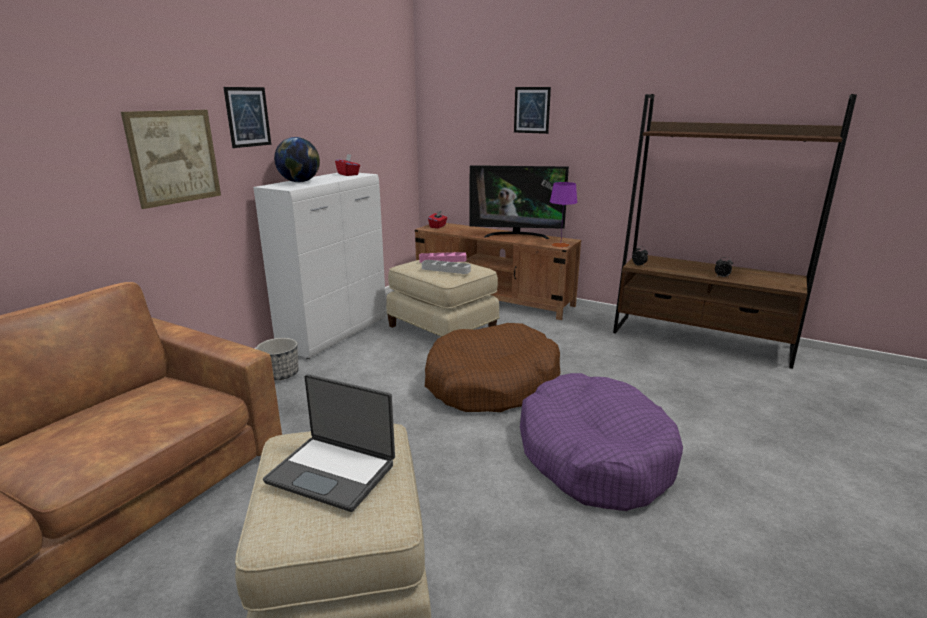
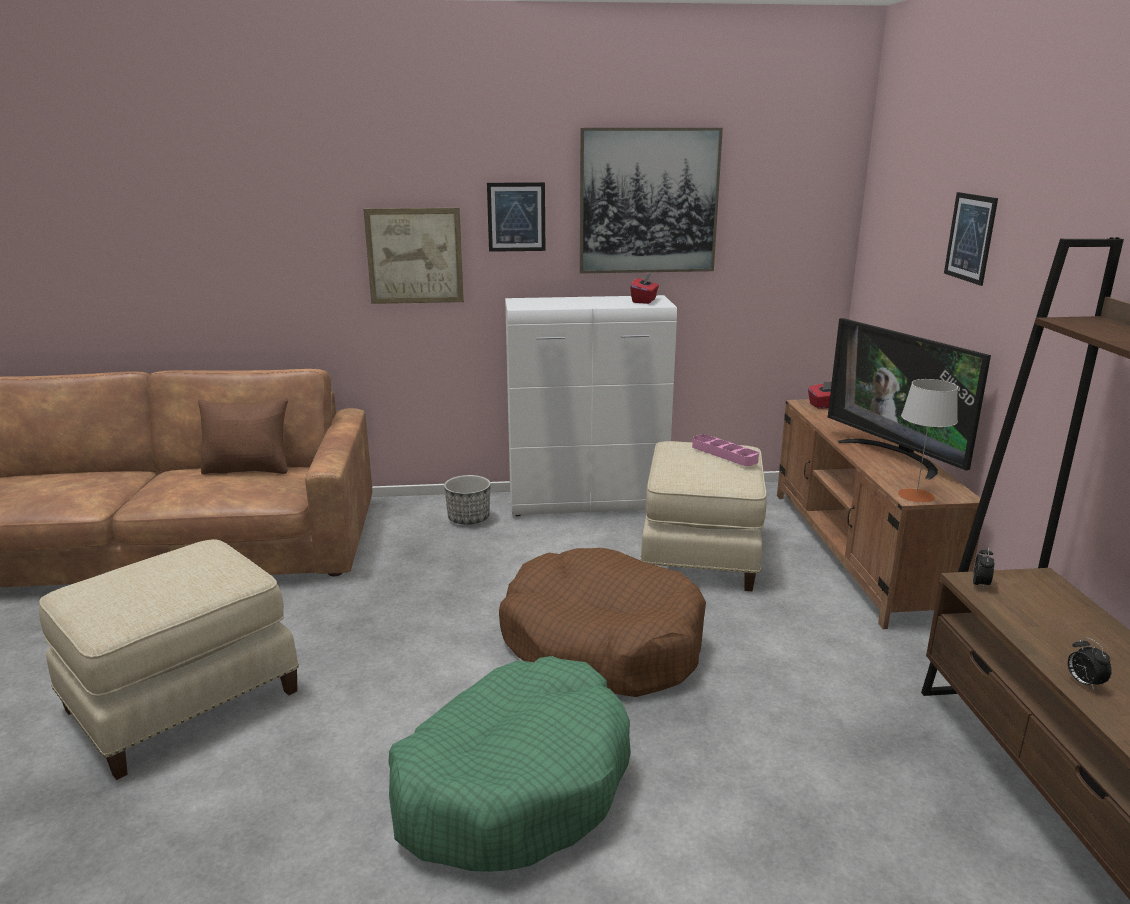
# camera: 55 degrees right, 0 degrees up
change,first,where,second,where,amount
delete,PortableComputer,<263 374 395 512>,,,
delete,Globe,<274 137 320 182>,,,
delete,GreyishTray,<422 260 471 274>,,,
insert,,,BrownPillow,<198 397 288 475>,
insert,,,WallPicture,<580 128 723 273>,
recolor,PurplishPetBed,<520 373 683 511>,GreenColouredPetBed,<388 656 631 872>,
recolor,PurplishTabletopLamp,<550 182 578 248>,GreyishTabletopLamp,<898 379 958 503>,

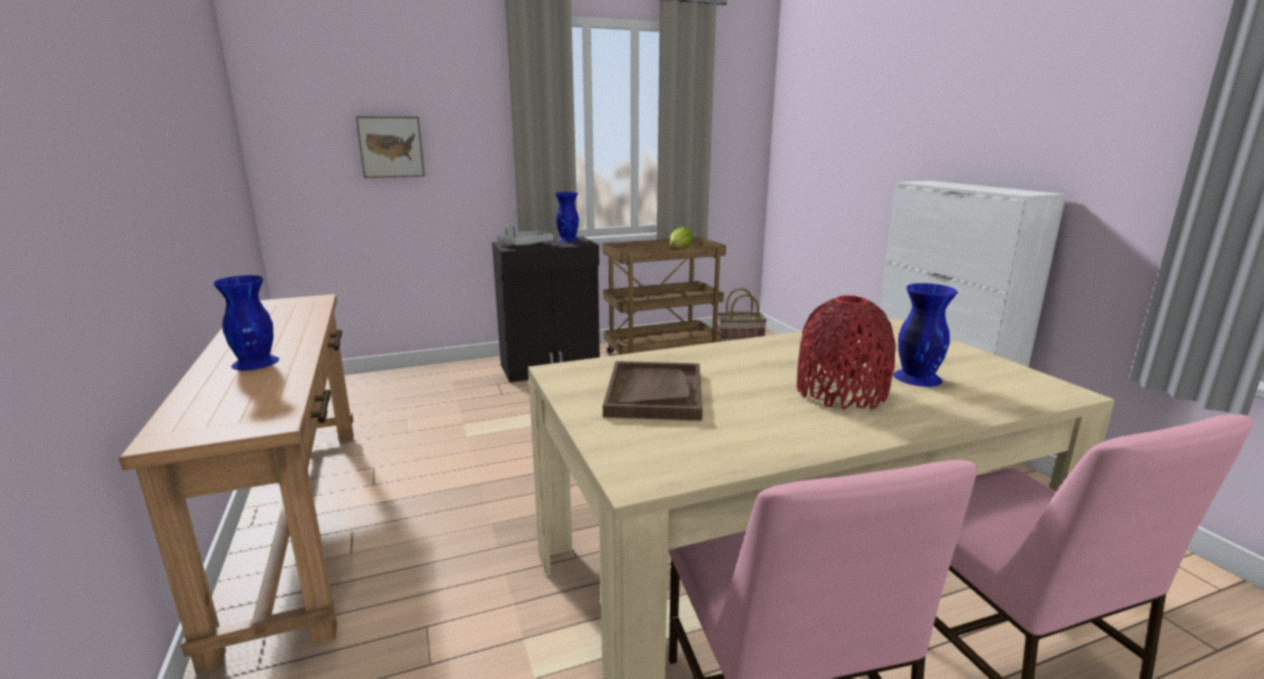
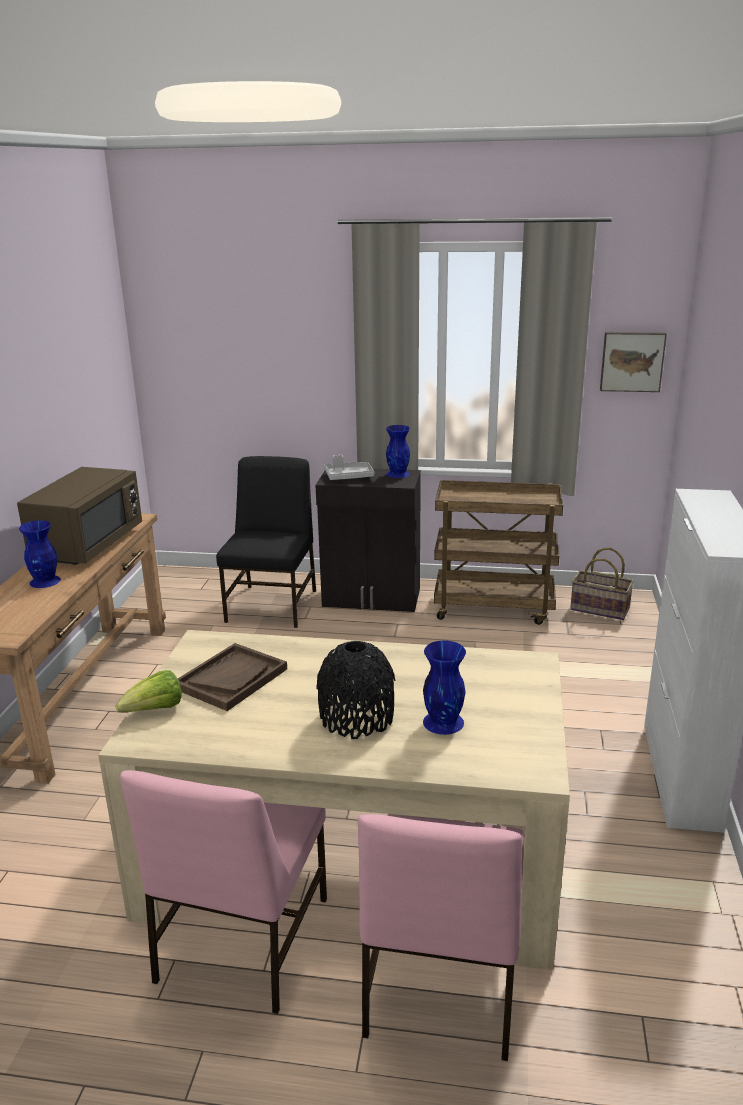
# camera: 30 degrees right, 5 degrees up
change,first,where,second,where,amount
insert,,,BrownMicrowaveOven,<17 467 142 565>,
insert,,,BlackUprightChair,<216 456 316 628>,
move,WallPicture,<356 117 425 178>,,<600 332 667 392>,
move,HeadOfLettuce,<670 227 693 248>,,<116 670 182 712>,
recolor,RedVase,<797 295 896 410>,BlackVase,<316 641 395 739>,

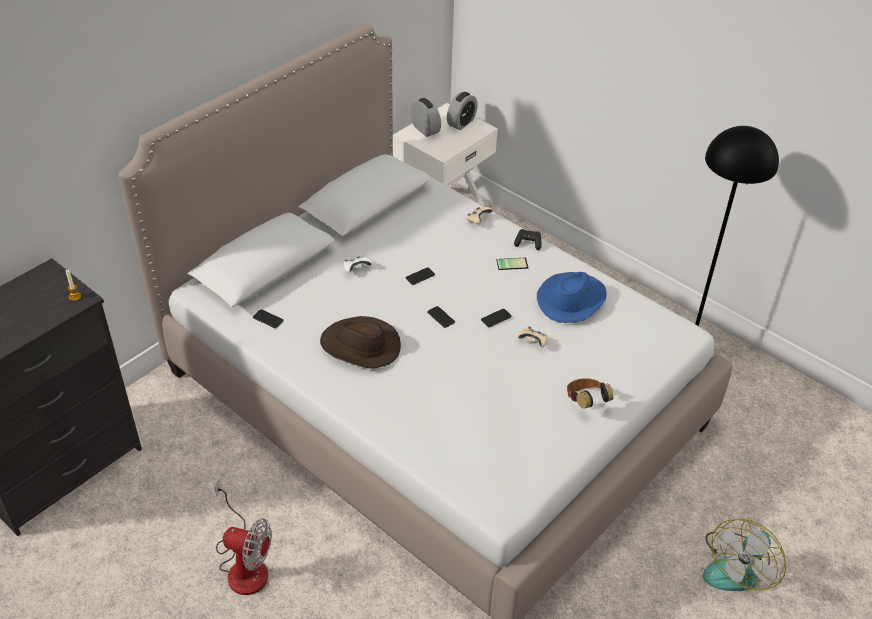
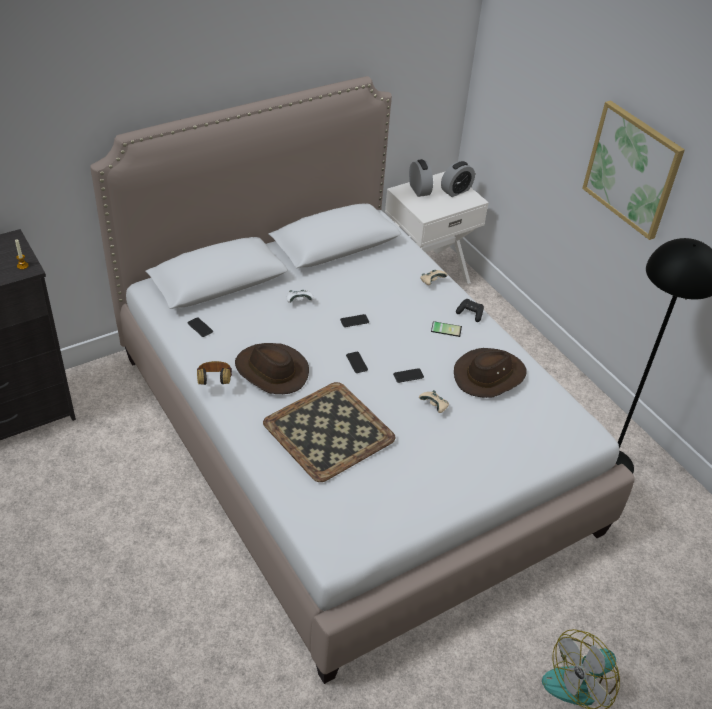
# camera: 15 degrees right, 0 degrees up
change,first,where,second,where,amount
delete,ElectricFan,<215 480 272 595>,,,
insert,,,Tray,<263 382 396 482>,
insert,,,WallPicture,<582 100 685 240>,
move,Headset,<567 378 613 409>,,<197 361 232 385>,
recolor,BluishWearableHat,<537 272 607 323>,BrownWearableHat,<454 348 527 398>,

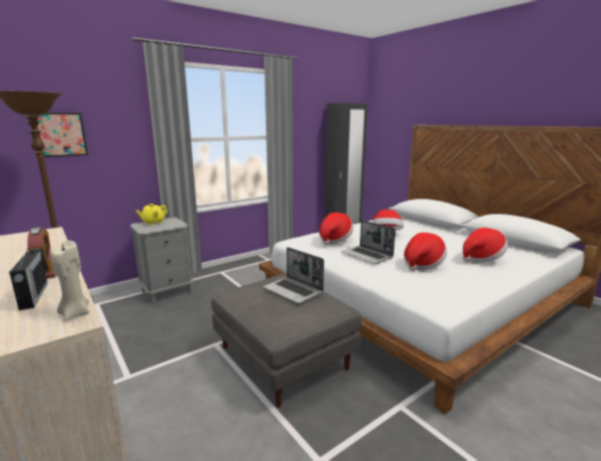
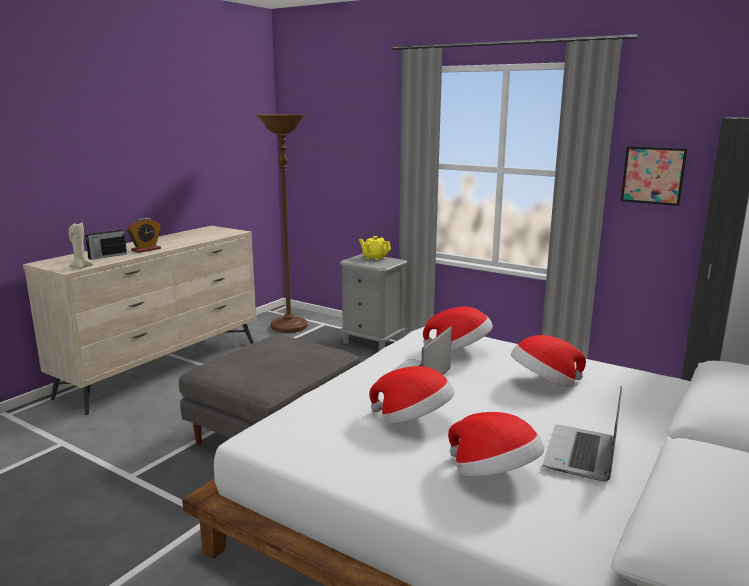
# camera: 70 degrees right, 0 degrees up
change,first,where,second,where,amount
move,WallPicture,<37 113 88 157>,,<621 146 687 206>,
move,PortableComputer,<263 247 324 304>,,<543 386 622 481>,

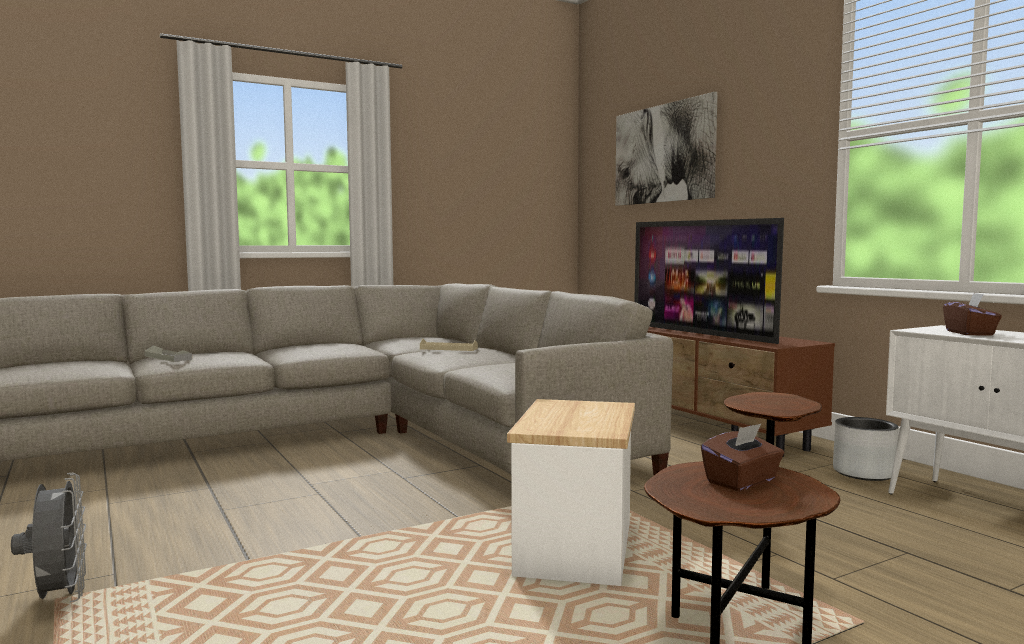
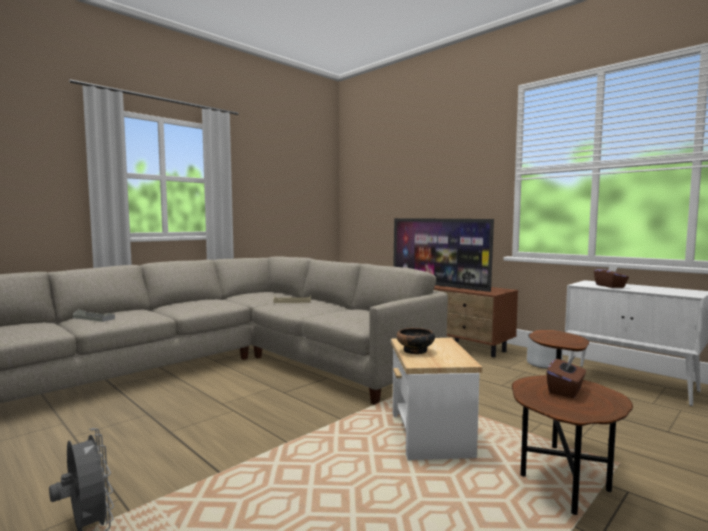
# camera: 15 degrees left, 0 degrees up
change,first,where,second,where,amount
delete,WallPicture,<615 92 718 206>,,,
insert,,,Bowl,<397 328 435 354>,

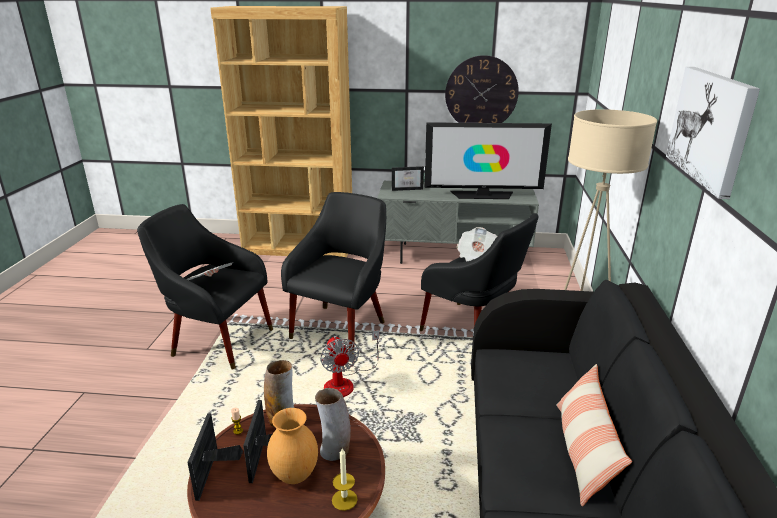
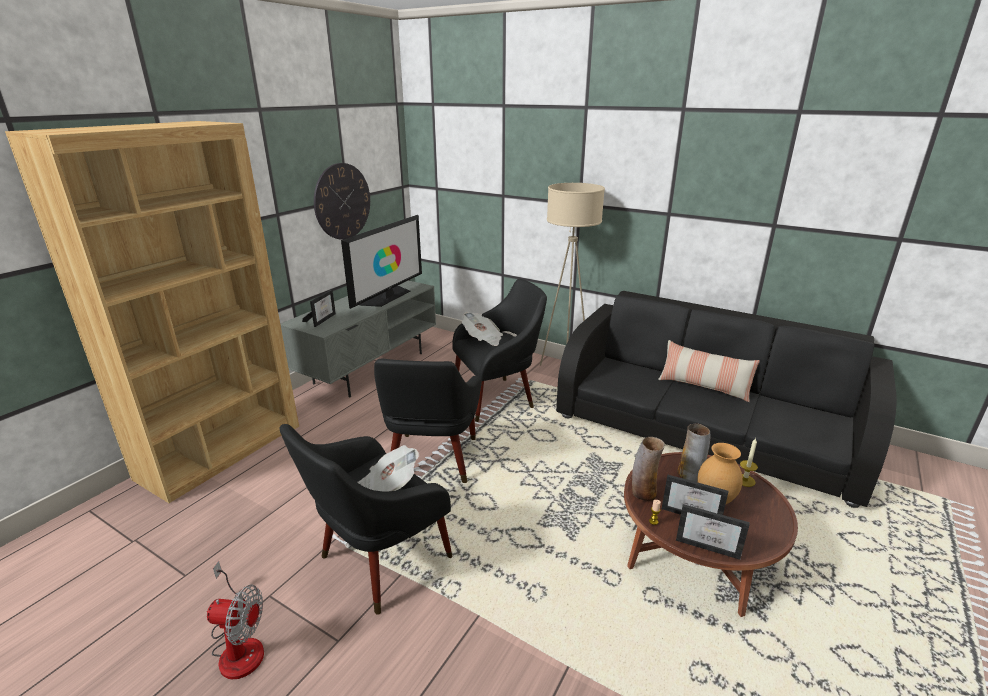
# camera: 65 degrees left, 0 degrees up
change,first,where,second,where,amount
delete,WallPicture,<666 67 760 199>,,,
move,ElectricFan,<320 330 379 397>,,<207 561 264 679>,
rotate,BlackArmchair,<281 192 386 354>,,<374 358 482 483>,135 degrees counterclockwise

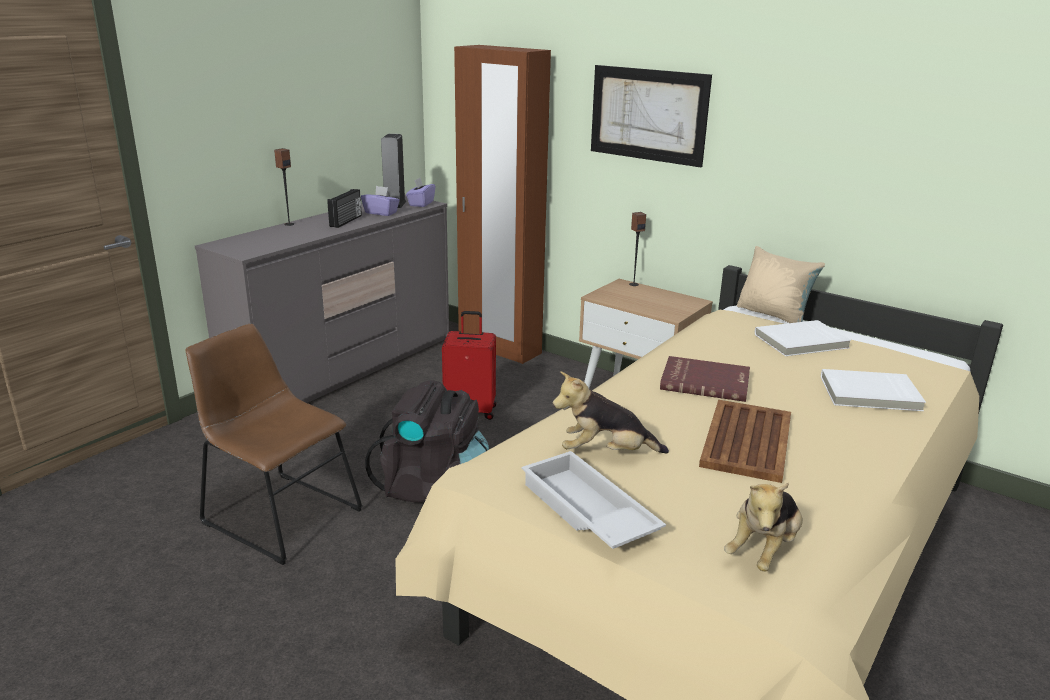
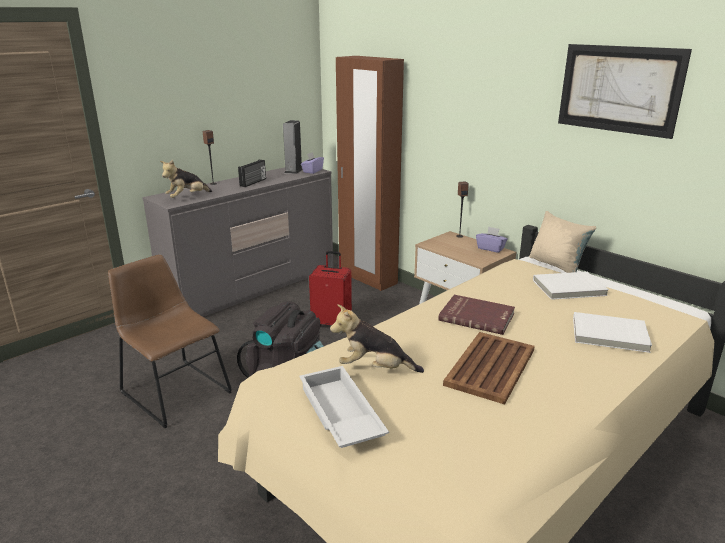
# camera: 10 degrees right, 0 degrees up
change,first,where,second,where,amount
move,PurplishTissueHolder,<361 186 400 216>,,<476 226 508 253>,
move,WallPicture,<591 65 712 167>,,<558 44 692 139>,
move,SoftToy,<724 483 803 572>,,<160 160 212 198>,

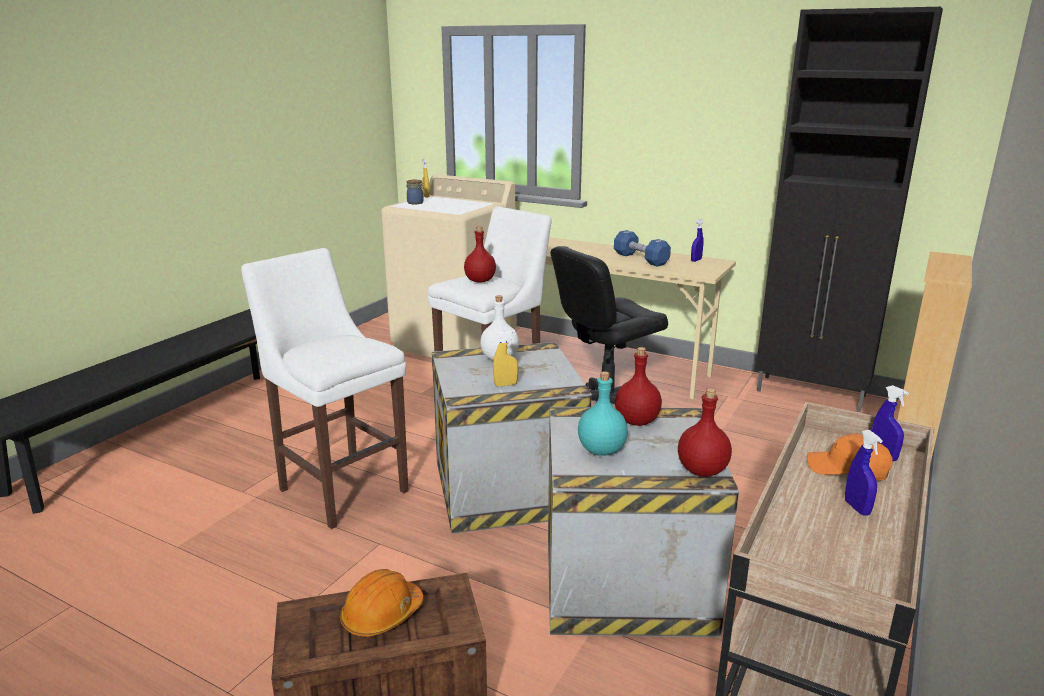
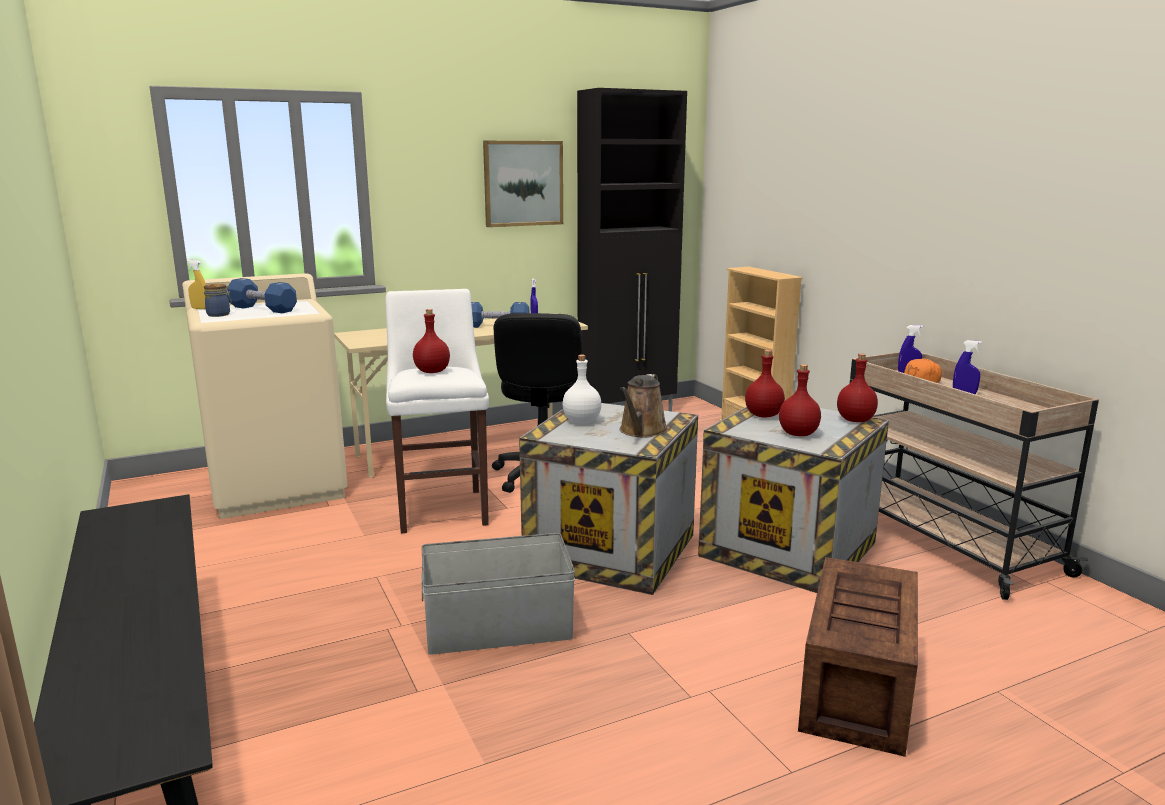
# camera: 55 degrees left, 5 degrees down
change,first,where,second,where,amount
delete,OrangeColouredSafetyHelmet,<340 569 424 638>,,,
insert,,,BluishHandWeight,<227 278 297 313>,
insert,,,WallPicture,<483 141 563 227>,
replace,WhitishSittingStool,<241 248 408 529>,GreyishStorageBin,<421 533 575 655>,
replace,YellowishHandSprayer,<493 330 519 386>,BrownWateringCan,<619 374 668 437>,
recolor,BlueGreenDrinkBottle,<578 371 628 456>,RedDrinkBottle,<779 364 821 436>,

